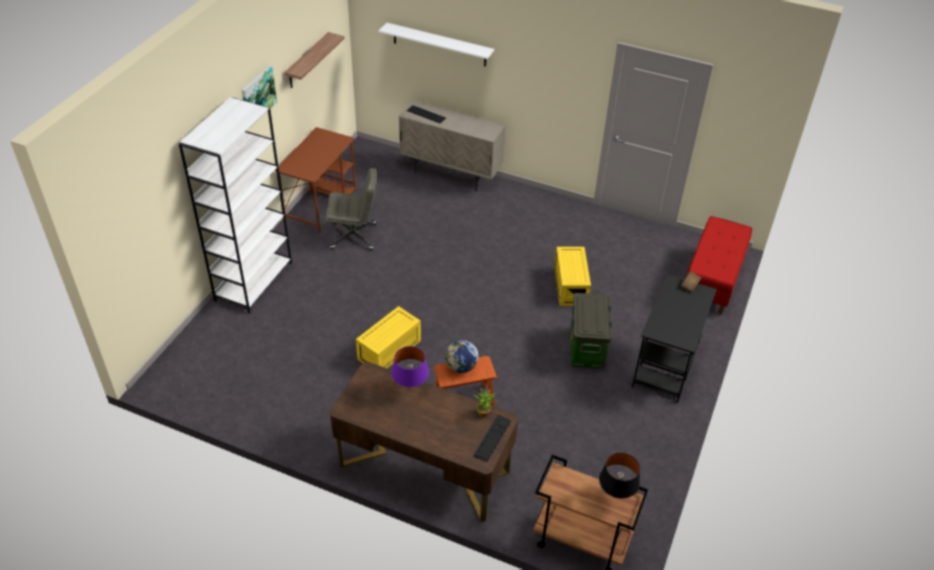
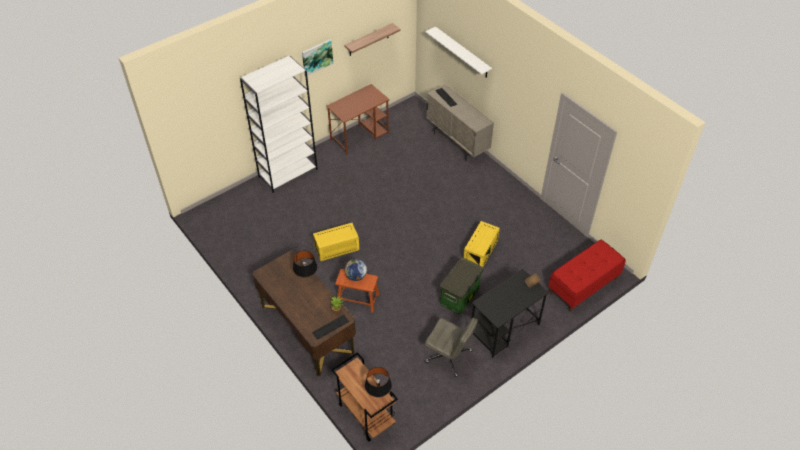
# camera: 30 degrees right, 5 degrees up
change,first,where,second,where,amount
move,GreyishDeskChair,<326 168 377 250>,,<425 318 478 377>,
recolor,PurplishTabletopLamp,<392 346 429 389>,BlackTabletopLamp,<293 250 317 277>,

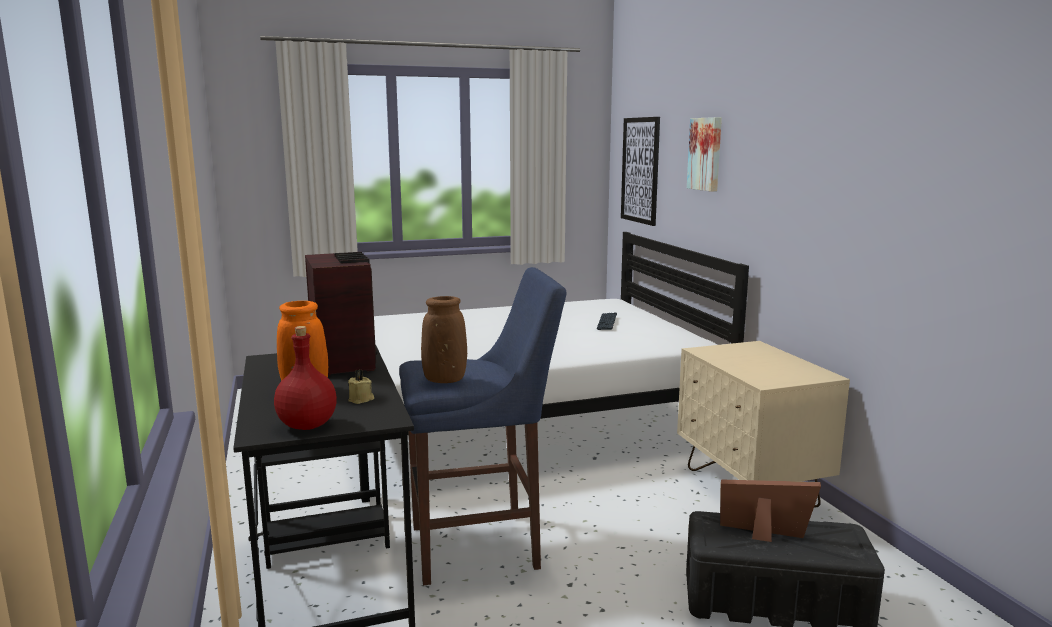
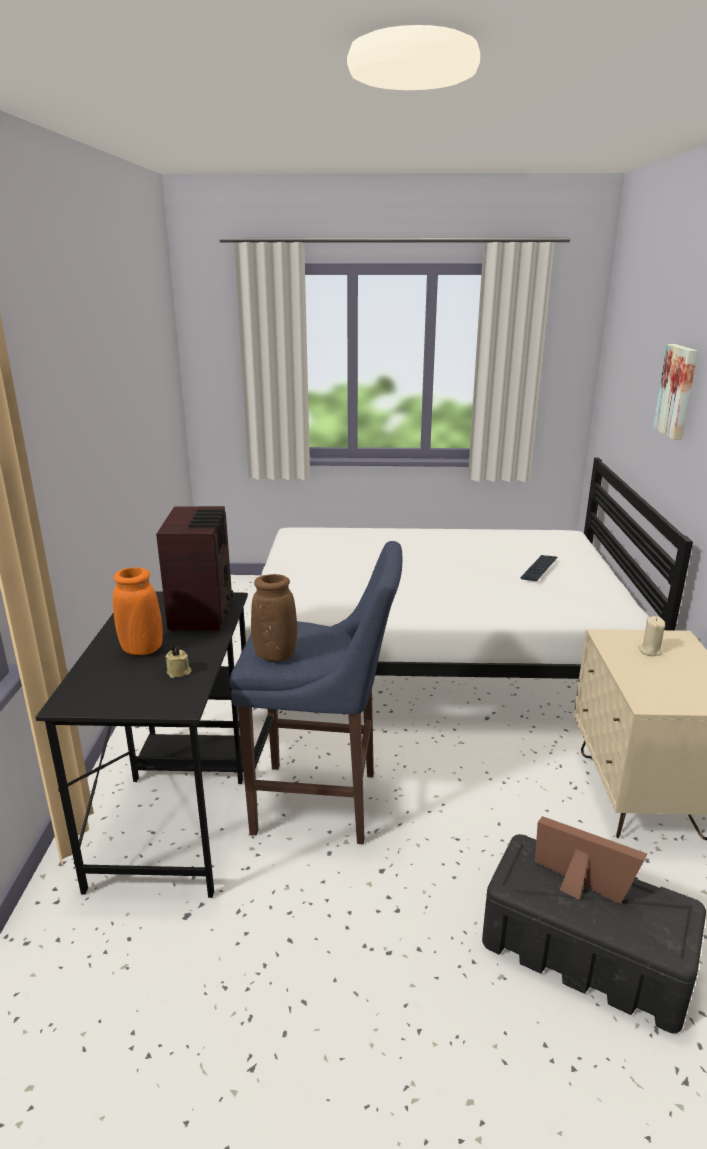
# camera: 20 degrees right, 10 degrees up
change,first,where,second,where,amount
delete,RedDrinkBottle,<274 326 337 430>,,,
delete,WallPicture,<621 117 660 226>,,,
insert,,,BeigeColouredWaxLight,<638 616 665 656>,

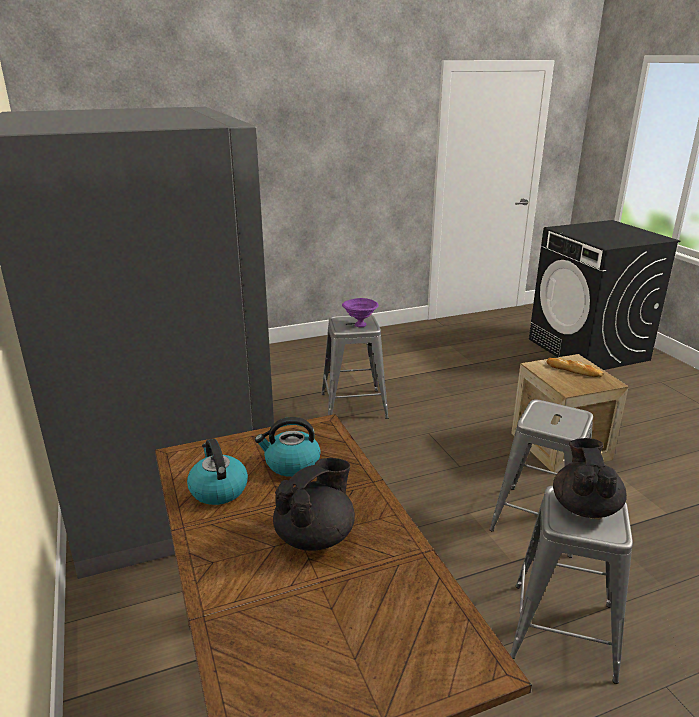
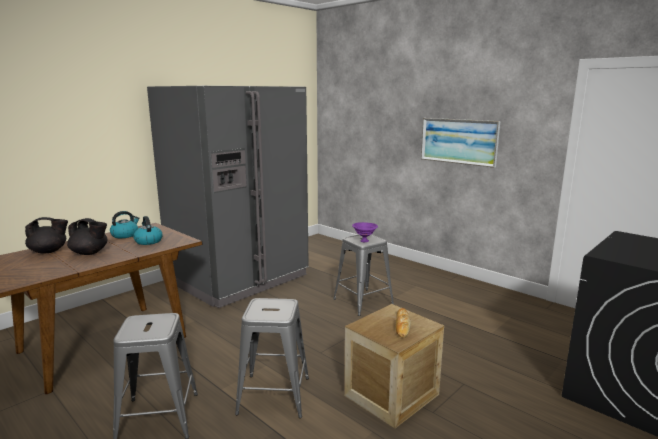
# camera: 65 degrees right, 10 degrees down
change,first,where,second,where,amount
insert,,,WallPicture,<421 118 501 168>,
move,BlackTeaPot,<553 438 627 518>,,<25 217 68 254>,

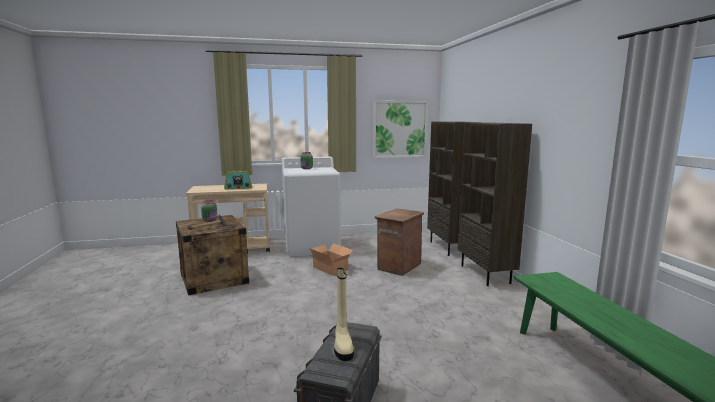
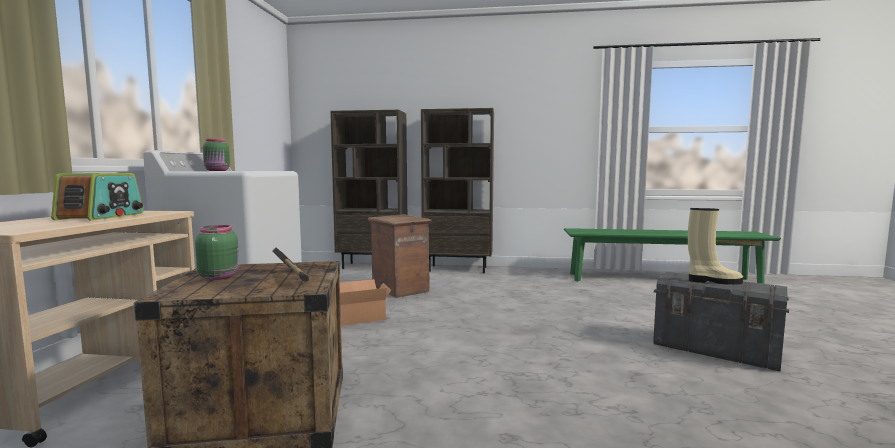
# camera: 70 degrees left, 5 degrees down
change,first,where,second,where,amount
delete,WallPicture,<373 101 428 158>,,,

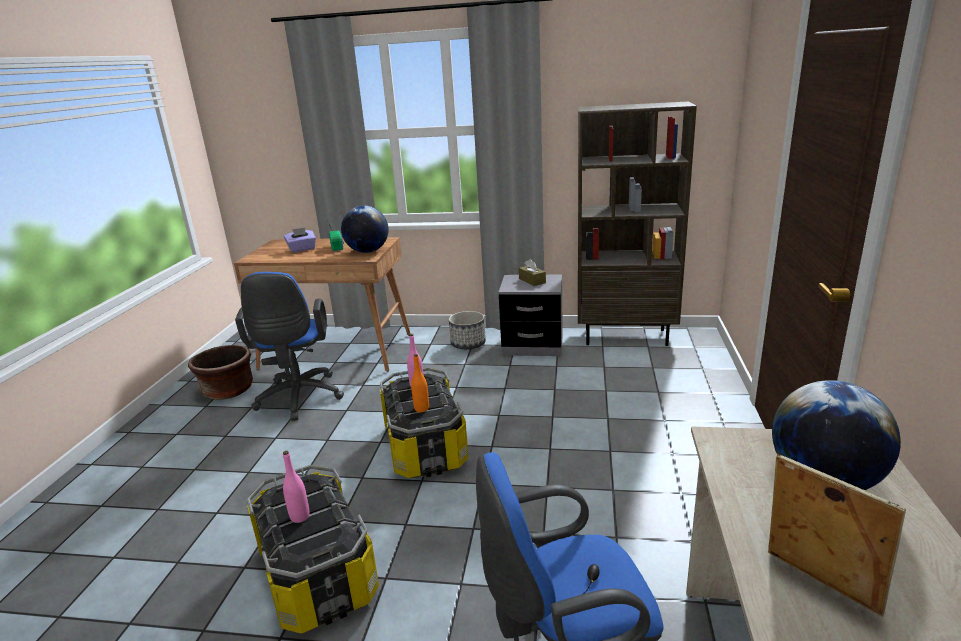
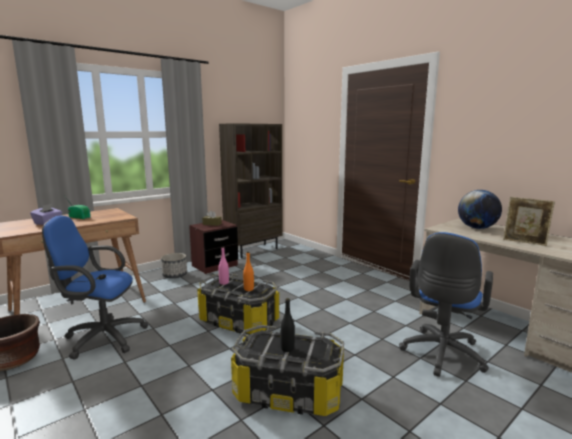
# camera: 50 degrees left, 10 degrees down
change,first,where,second,where,amount
delete,Globe,<341 205 389 253>,,,
recolor,PinkishDrinkBottle,<283 451 310 523>,BlackDrinkBottle,<280 298 295 352>,
recolor,GreyishNightstand,<499 275 563 356>,BrownNightstand,<189 220 238 274>,
rotate,BluishDeskChair,<235 272 344 421>,,<42 216 148 360>,150 degrees clockwise
rotate,StandingFrame,<768 454 906 616>,,<503 197 555 246>,150 degrees counterclockwise

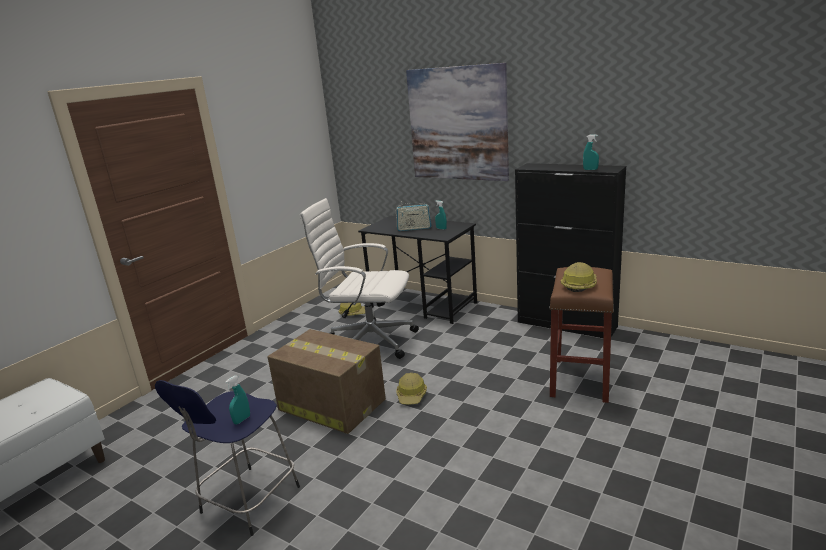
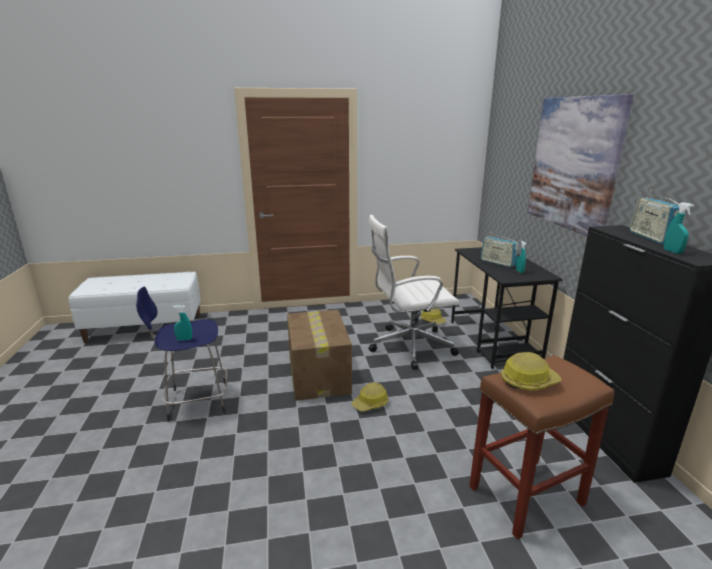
# camera: 45 degrees right, 0 degrees up
change,first,where,second,where,amount
insert,,,RadioReceiver,<629 190 679 244>,
rotate,WhitishDeskChair,<300 198 419 359>,,<368 214 459 370>,75 degrees counterclockwise

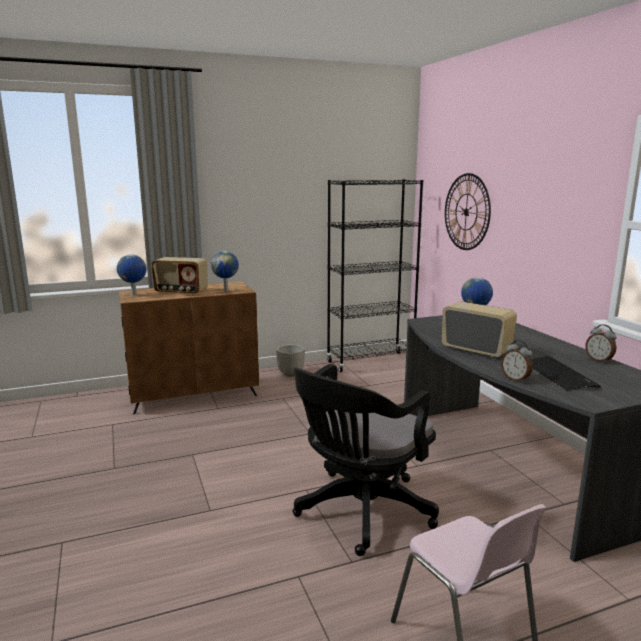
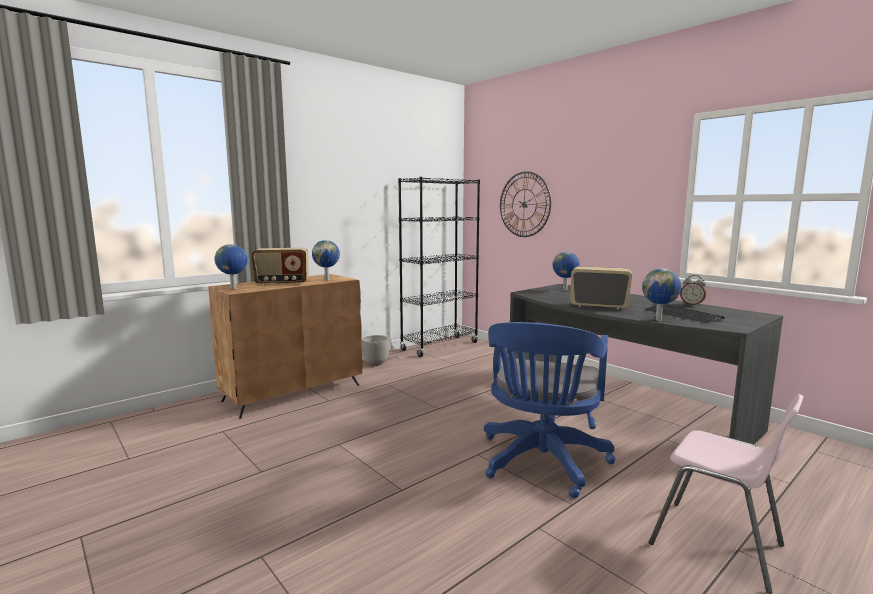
# camera: 20 degrees left, 5 degrees down
change,first,where,second,where,amount
replace,TableClock,<501 340 533 383>,Globe,<642 269 681 321>,
recolor,BlackDeskChair,<292 364 439 556>,BluishDeskChair,<484 322 615 498>,

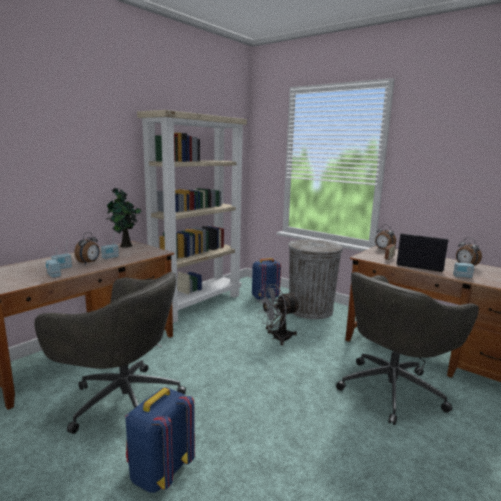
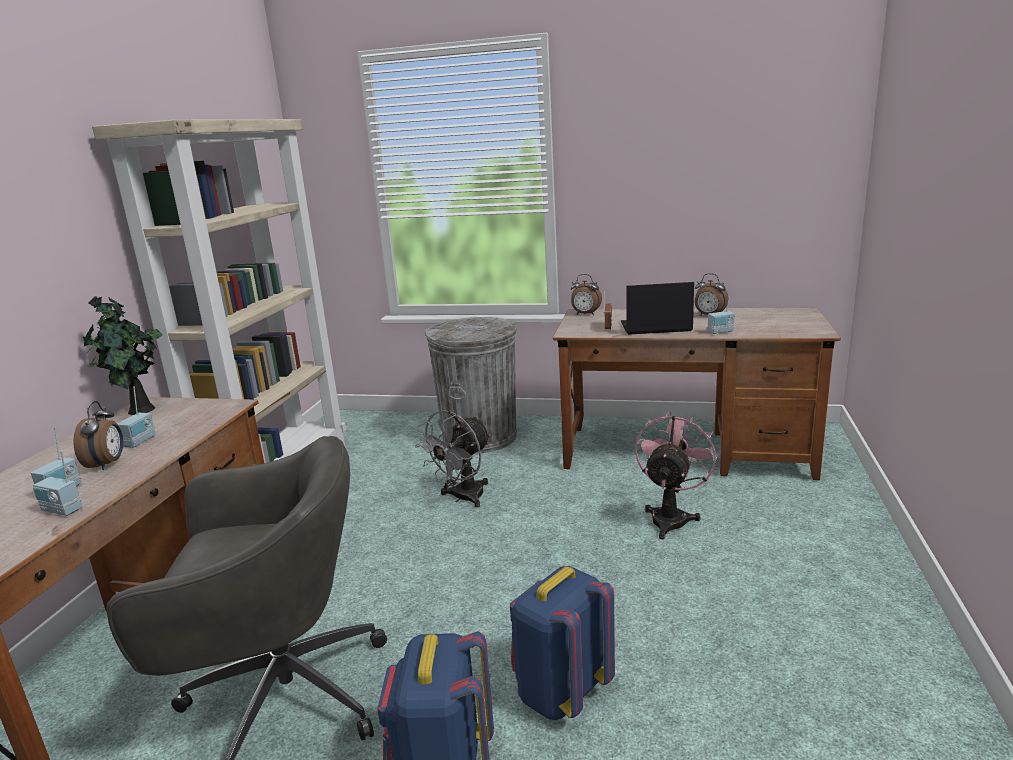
# camera: 25 degrees left, 5 degrees up
change,first,where,second,where,amount
move,BluishKnapsack,<252 258 281 300>,,<510 566 615 720>,
replace,GreyishDeskChair,<336 272 479 425>,PinkishElectricFan,<635 411 718 539>,

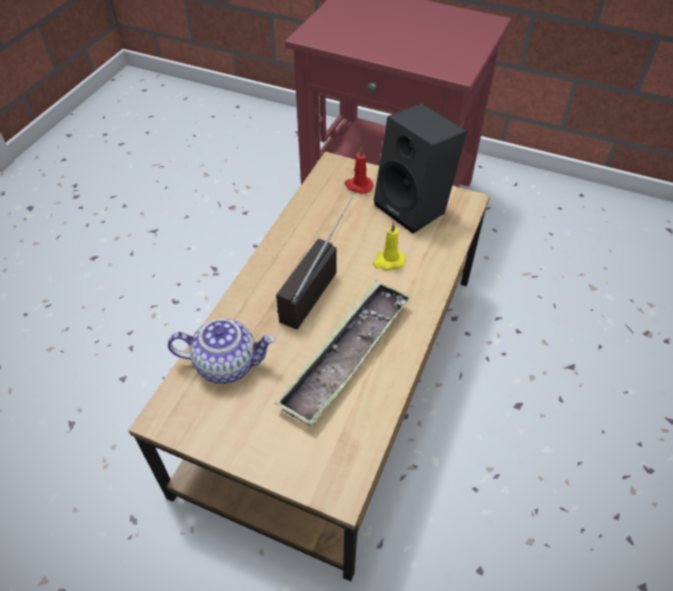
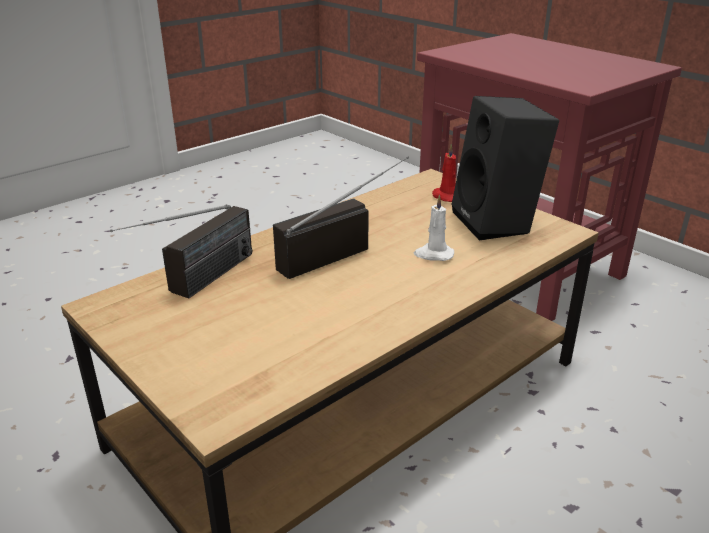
# camera: 25 degrees right, 20 degrees down
change,first,where,second,where,amount
delete,Tray,<275 280 412 426>,,,
replace,TeaPot,<168 318 276 384>,RadioReceiver,<110 204 252 298>,
recolor,YellowishWaxLight,<373 222 405 270>,WhitishWaxLight,<414 194 454 261>,

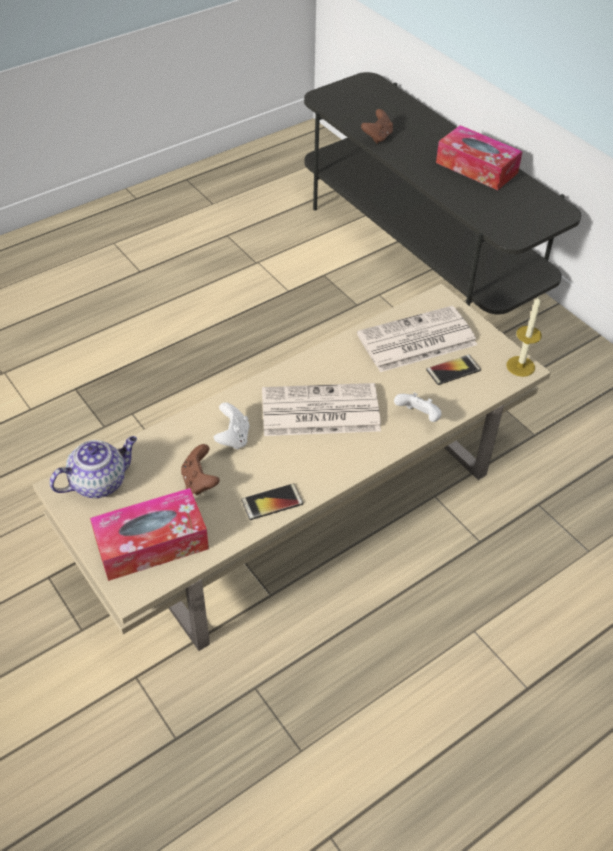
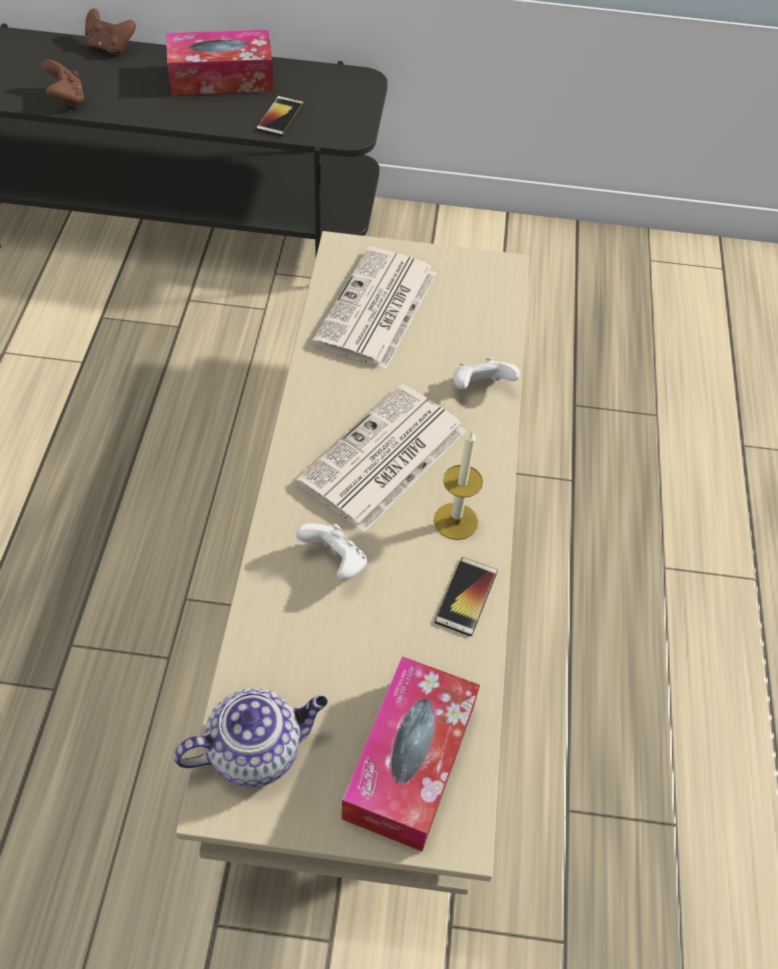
# camera: 50 degrees left, 5 degrees up
change,first,where,second,where,amount
move,BrownGamepad,<181 444 220 495>,,<85 9 136 55>,
move,Phone,<426 354 481 385>,,<256 96 304 137>,
move,WaxLight,<507 297 542 377>,,<434 430 483 540>,
rotate,TeaPot,<49 436 137 498>,,<174 688 328 787>,60 degrees clockwise

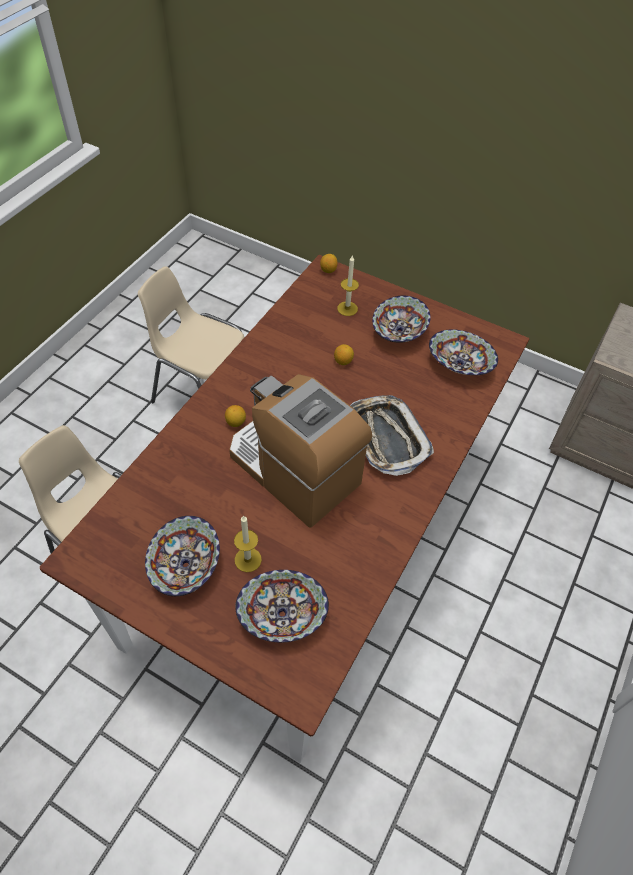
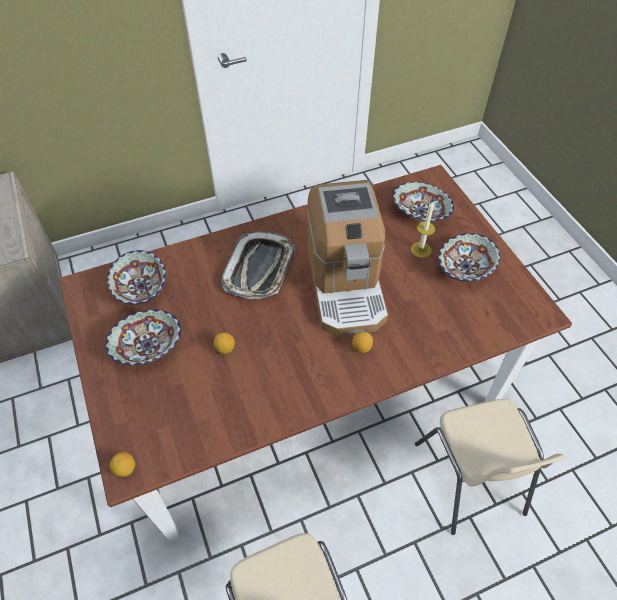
# camera: 140 degrees left, 0 degrees up
change,first,where,second,where,amount
delete,WaxLight,<337 255 359 316>,,,

